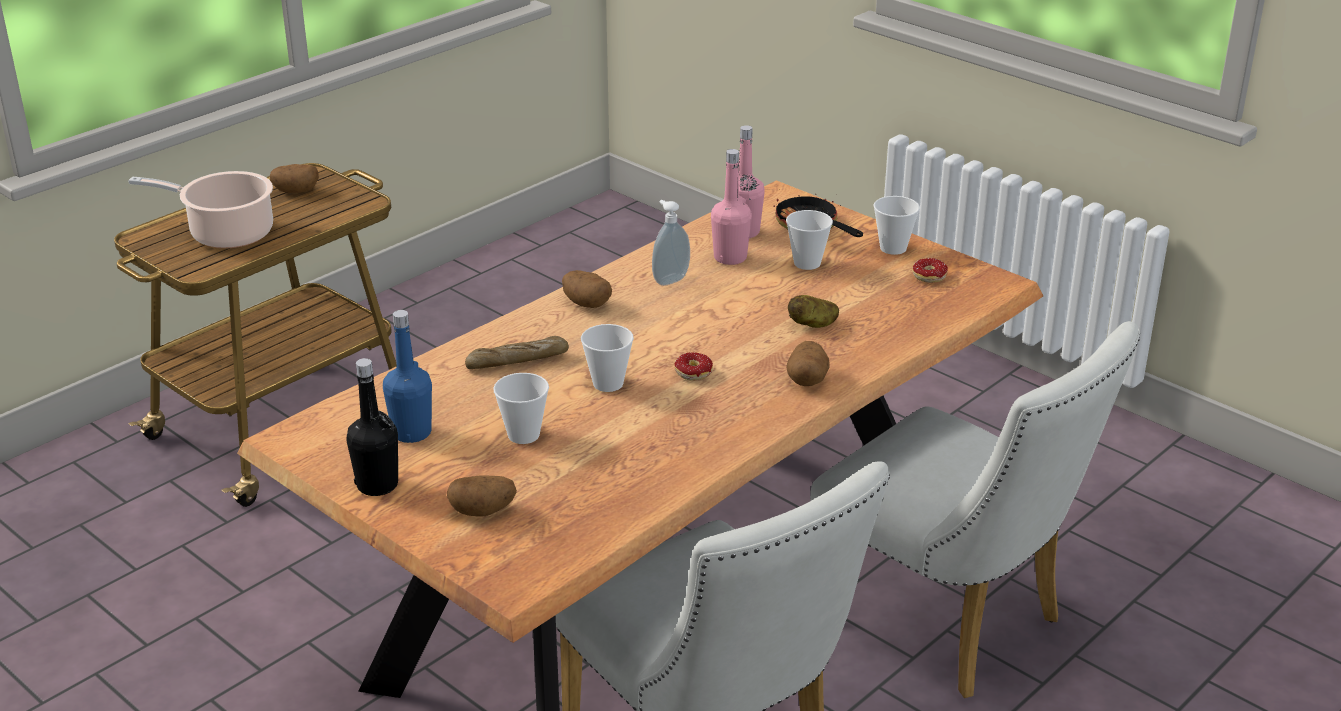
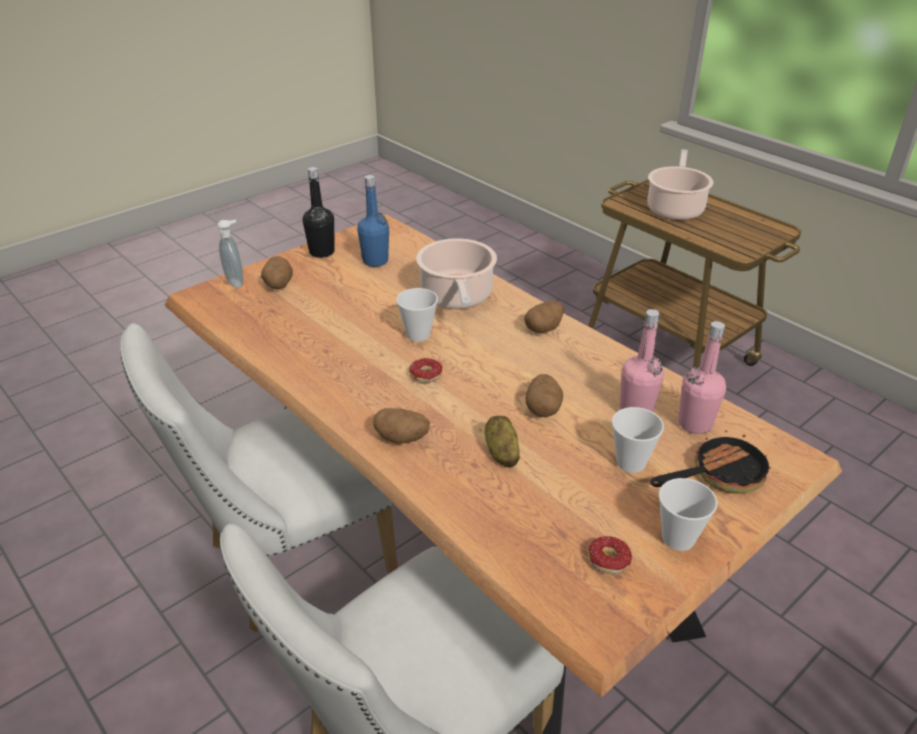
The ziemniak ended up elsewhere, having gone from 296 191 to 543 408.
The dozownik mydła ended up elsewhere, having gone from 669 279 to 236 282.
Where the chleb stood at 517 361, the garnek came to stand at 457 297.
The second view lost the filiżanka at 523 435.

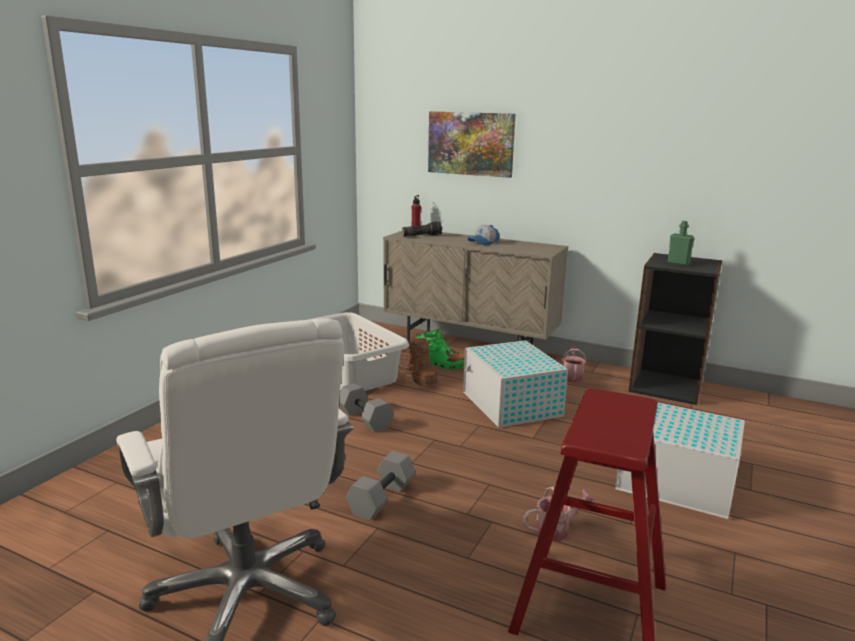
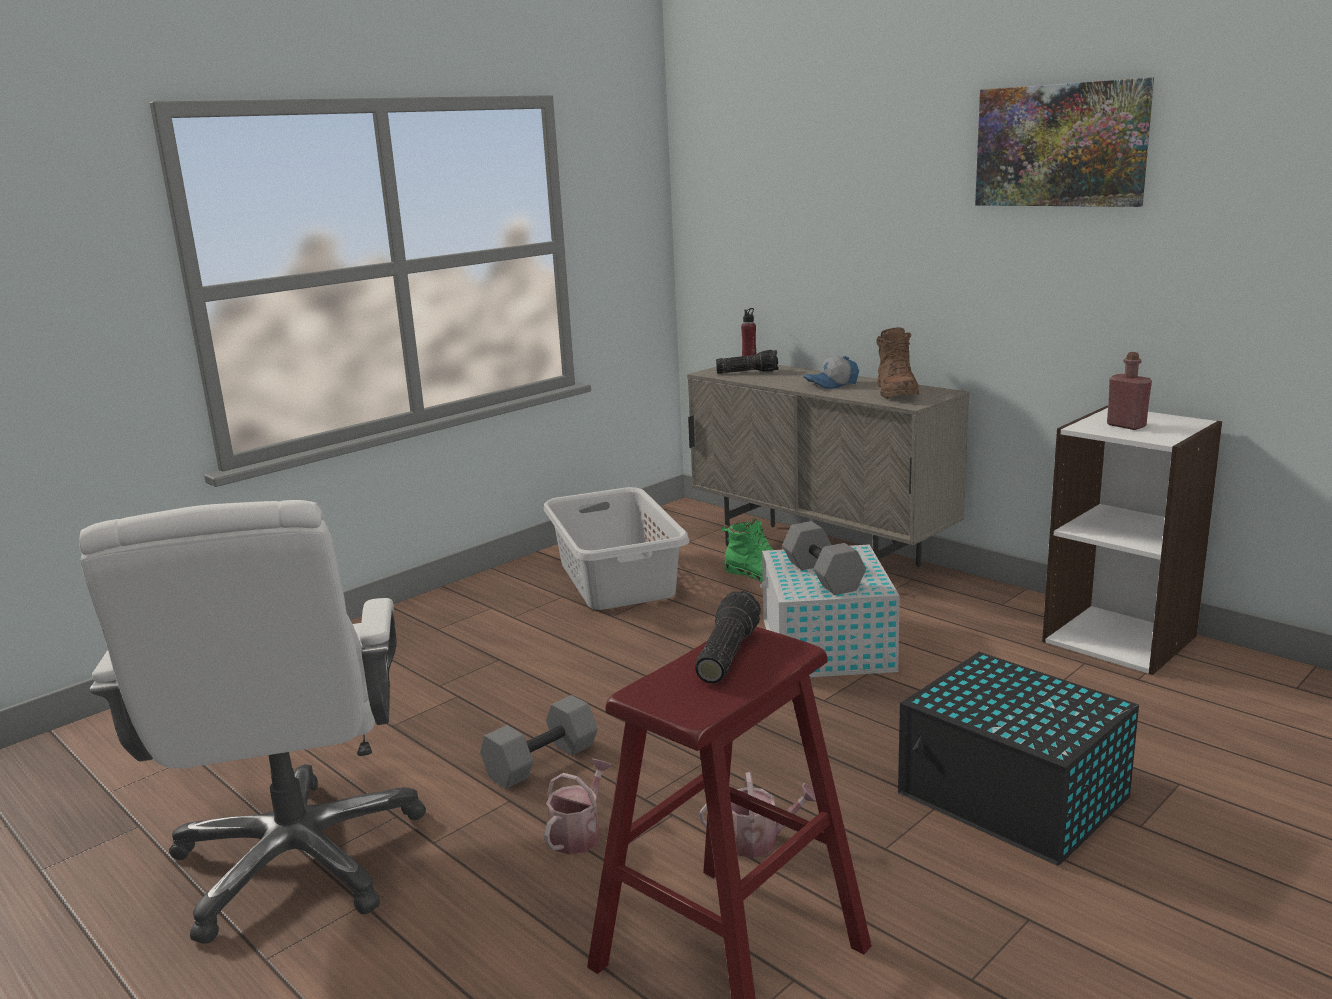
The obraz ended up elsewhere, having gone from 471 143 to 1060 145.
What was the butelka [zielony] at 678 263 turned into the butelka [czerwony] at 1126 426.
What was the regał [czarny] at 666 386 turned into the regał [biały] at 1120 638.
The but z cholewką [brązowy] ended up elsewhere, having gone from 422 377 to 896 392.
The konewka ended up elsewhere, having gone from 572 376 to 579 834.
The hantel [szary] ended up elsewhere, having gone from 363 419 to 821 576.
What was the pojemnik do przechowywania [biały] at 677 482 turned into the pojemnik do przechowywania [czarny] at 1015 797.
The second view gained the latarka at 725 654.

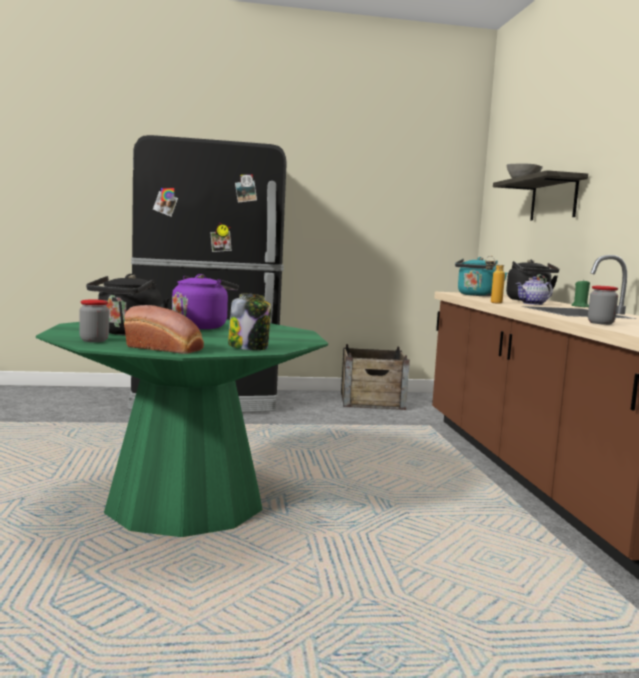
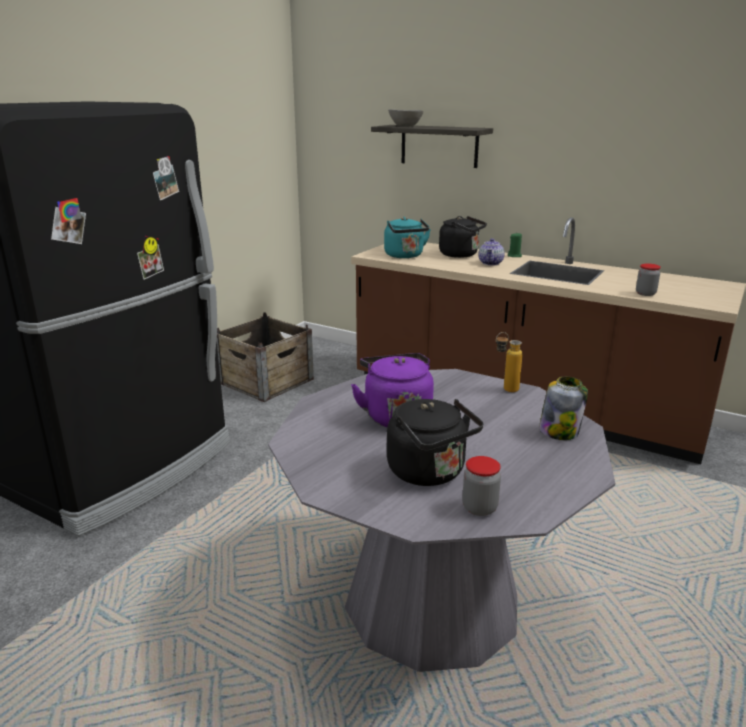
The butelka ended up elsewhere, having gone from 491 302 to 505 390.
The second view lost the chleb at 166 349.
What was the stół jadalny [zielony] at 186 502 turned into the stół jadalny [szary] at 432 602.

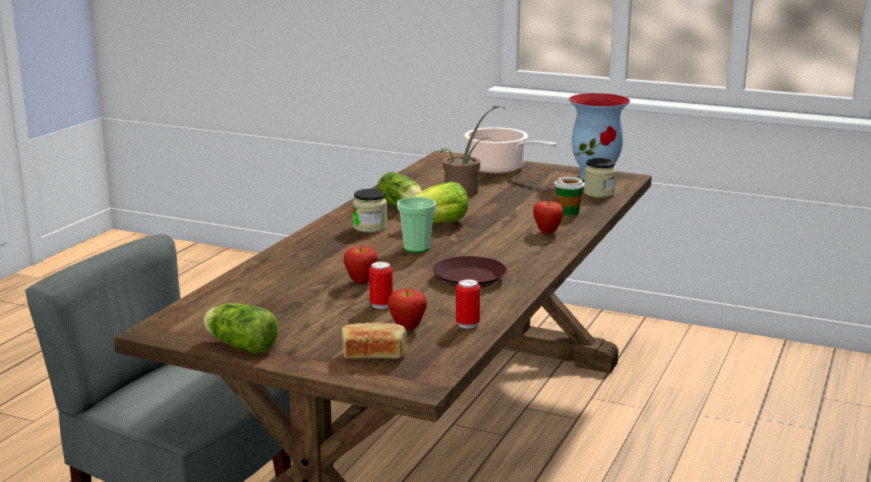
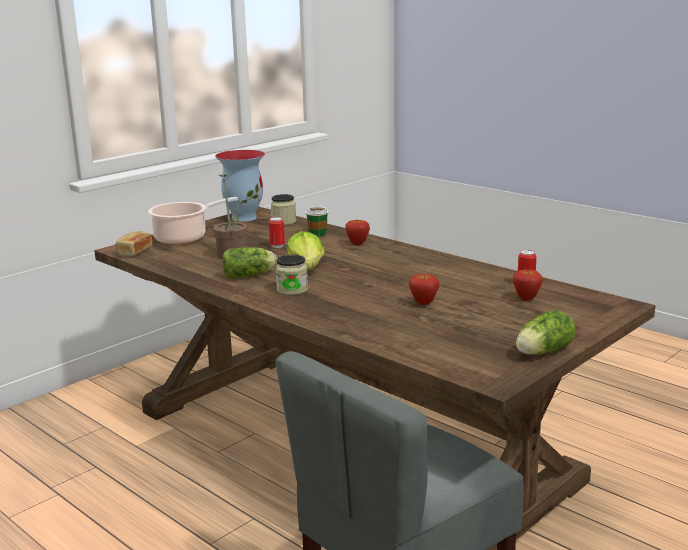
The second view lost the filiżanka at 416 248.
The second view lost the talerz [brązowy] at 470 278.
The puszka ended up elsewhere, having gone from 381 305 to 277 246.
The chleb ended up elsewhere, having gone from 374 354 to 133 252.

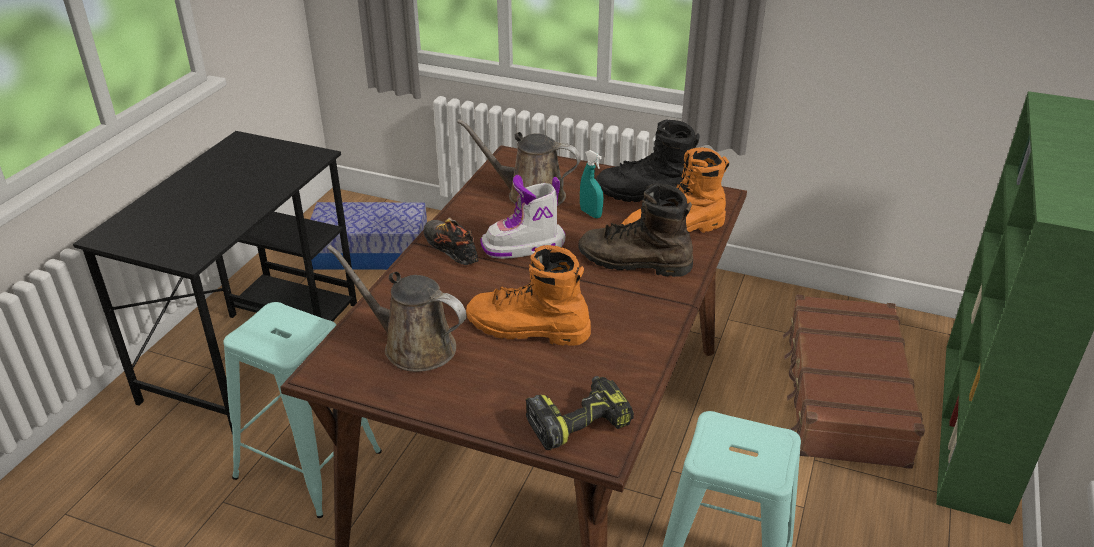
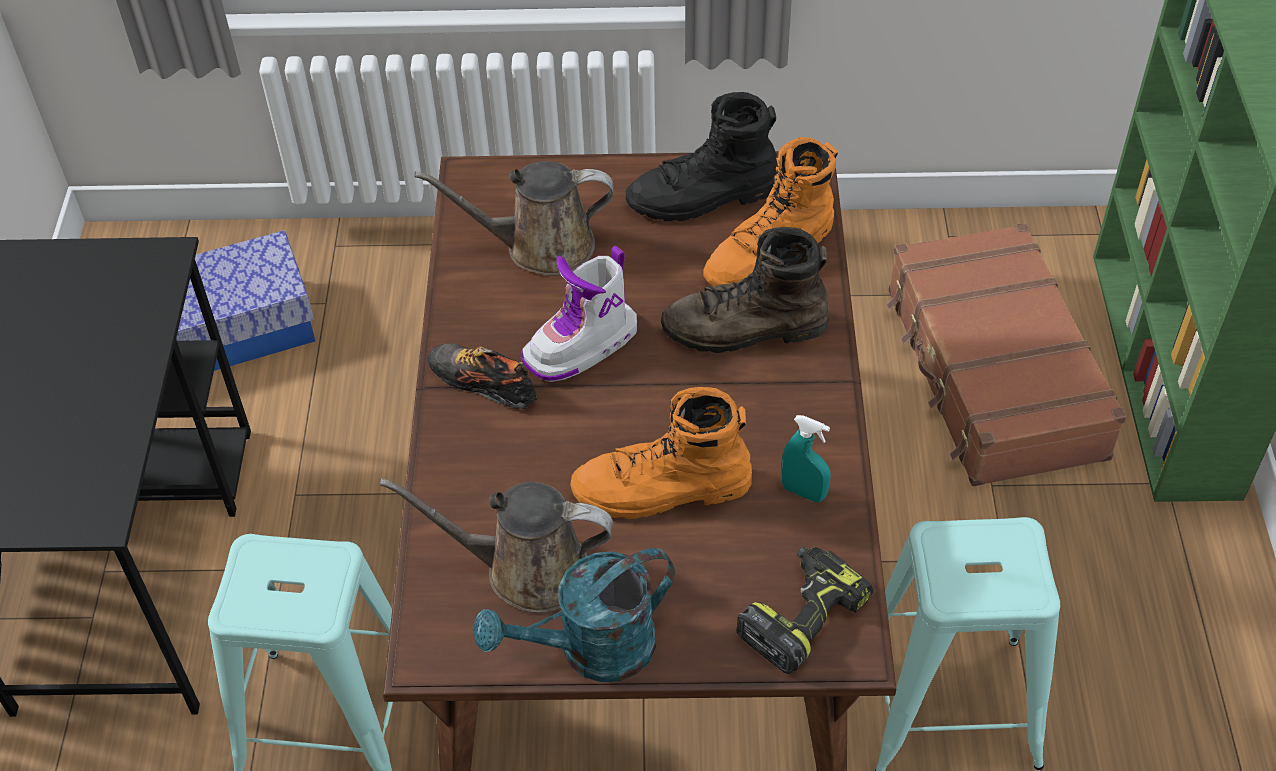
The spryskiwacz [turkusowy] ended up elsewhere, having gone from 590 213 to 803 492.
The second view gained the konewka [turkusowy] at 591 651.

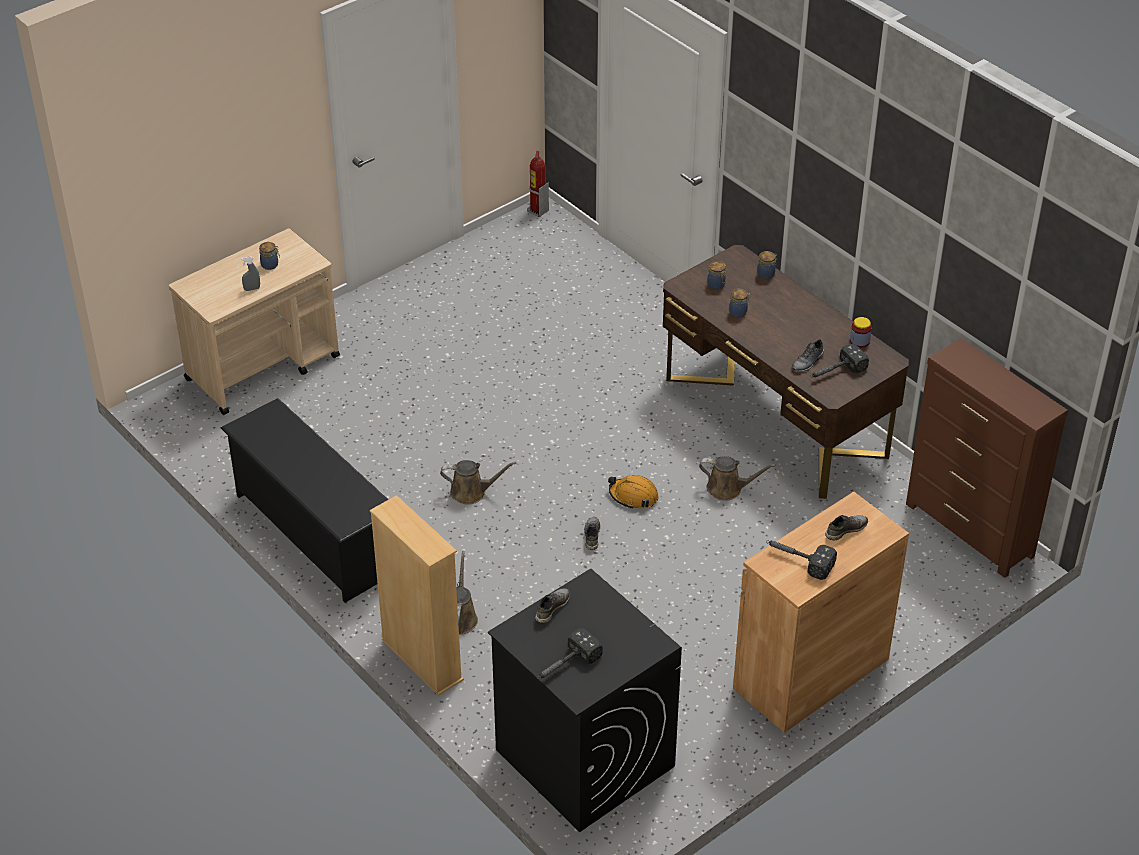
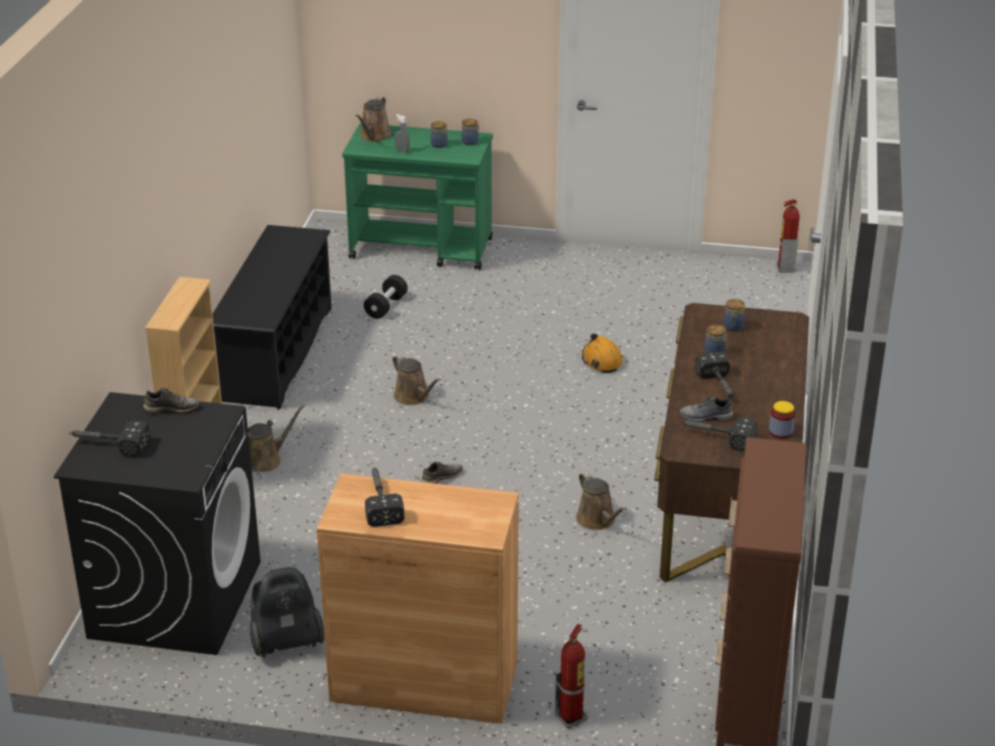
What was the wózek [beżowy] at 264 367 turned into the wózek [zielony] at 422 249.
The słoik ended up elsewhere, having gone from 766 274 to 470 142.
The kask [pomarańczowy] ended up elsewhere, having gone from 633 496 to 601 360.
The second view lost the but [szary] at 845 530.
The second view gained the konewka [brązowy] at 374 136.
The second view gained the hantel [czarny] at 386 306.
The second view gained the młotek at 720 387.
The second view gained the odkurzacz at 286 643.
The second view gained the gaśnica at 571 717.

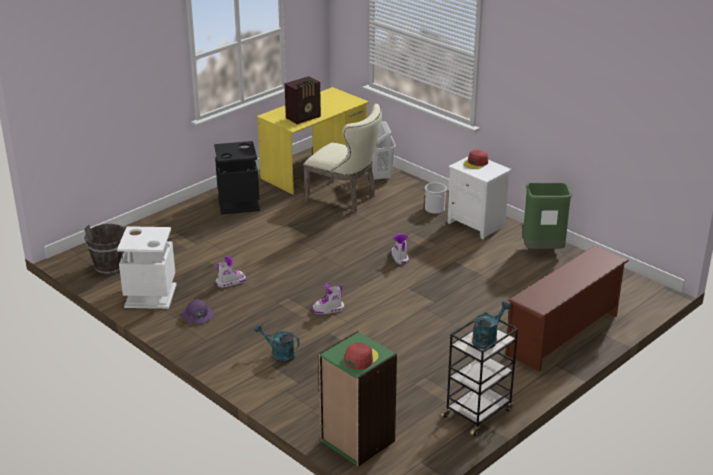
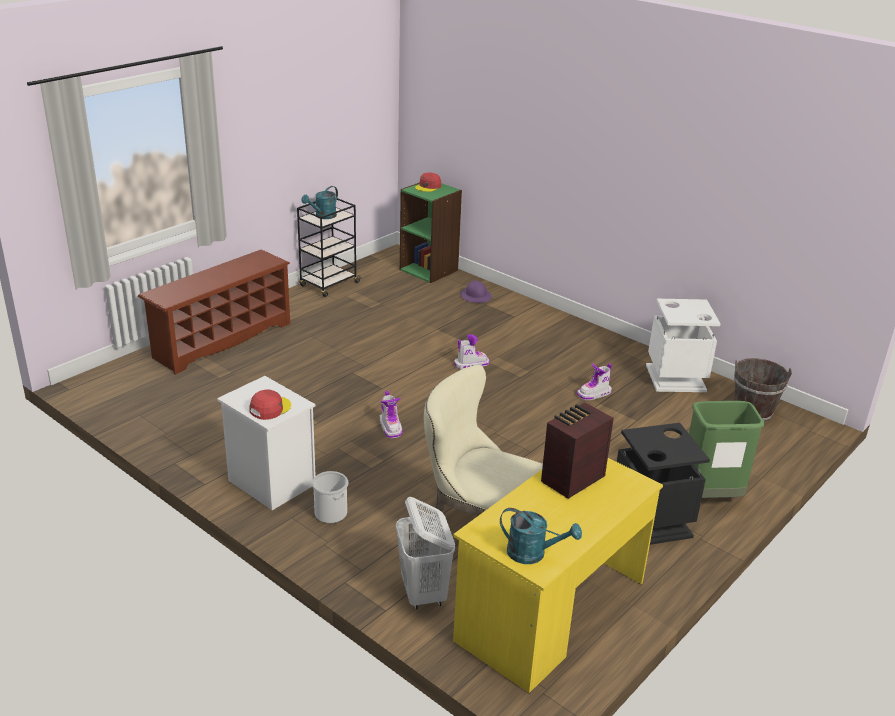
The kosz na śmieci [zielony] ended up elsewhere, having gone from 542 250 to 709 497.
The kask [fioletowy] ended up elsewhere, having gone from 197 315 to 476 296.
The konewka [turkusowy] ended up elsewhere, having gone from 279 355 to 533 554.

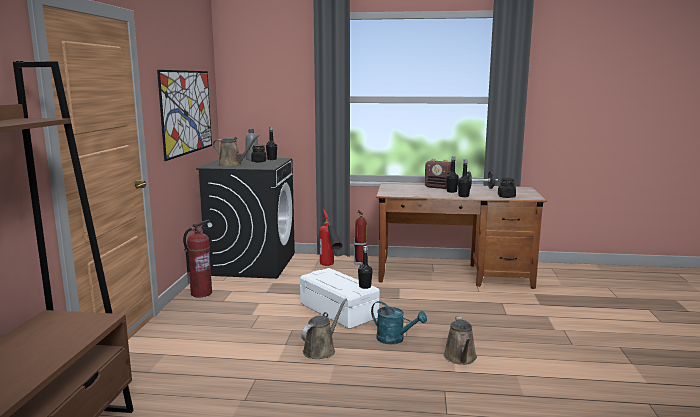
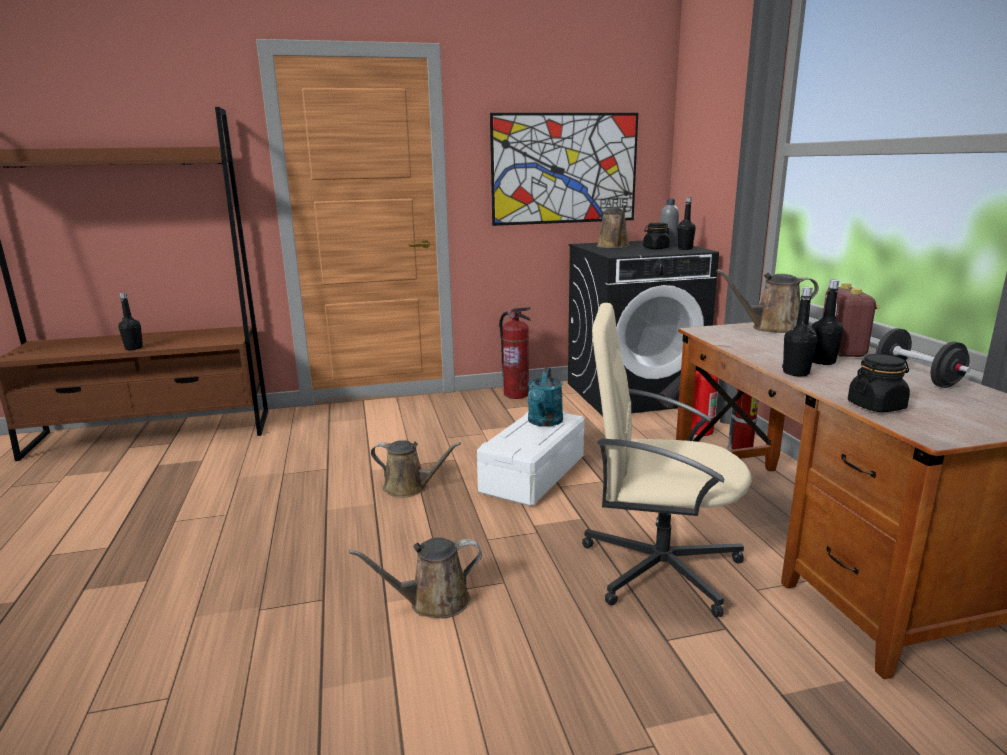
The butelka [czarny] ended up elsewhere, having gone from 365 286 to 134 348.
The konewka [turkusowy] ended up elsewhere, having gone from 395 339 to 544 422.
The second view gained the konewka [brązowy] at 771 328.
The second view gained the krzesło biurowe [beżowy] at 657 567.

